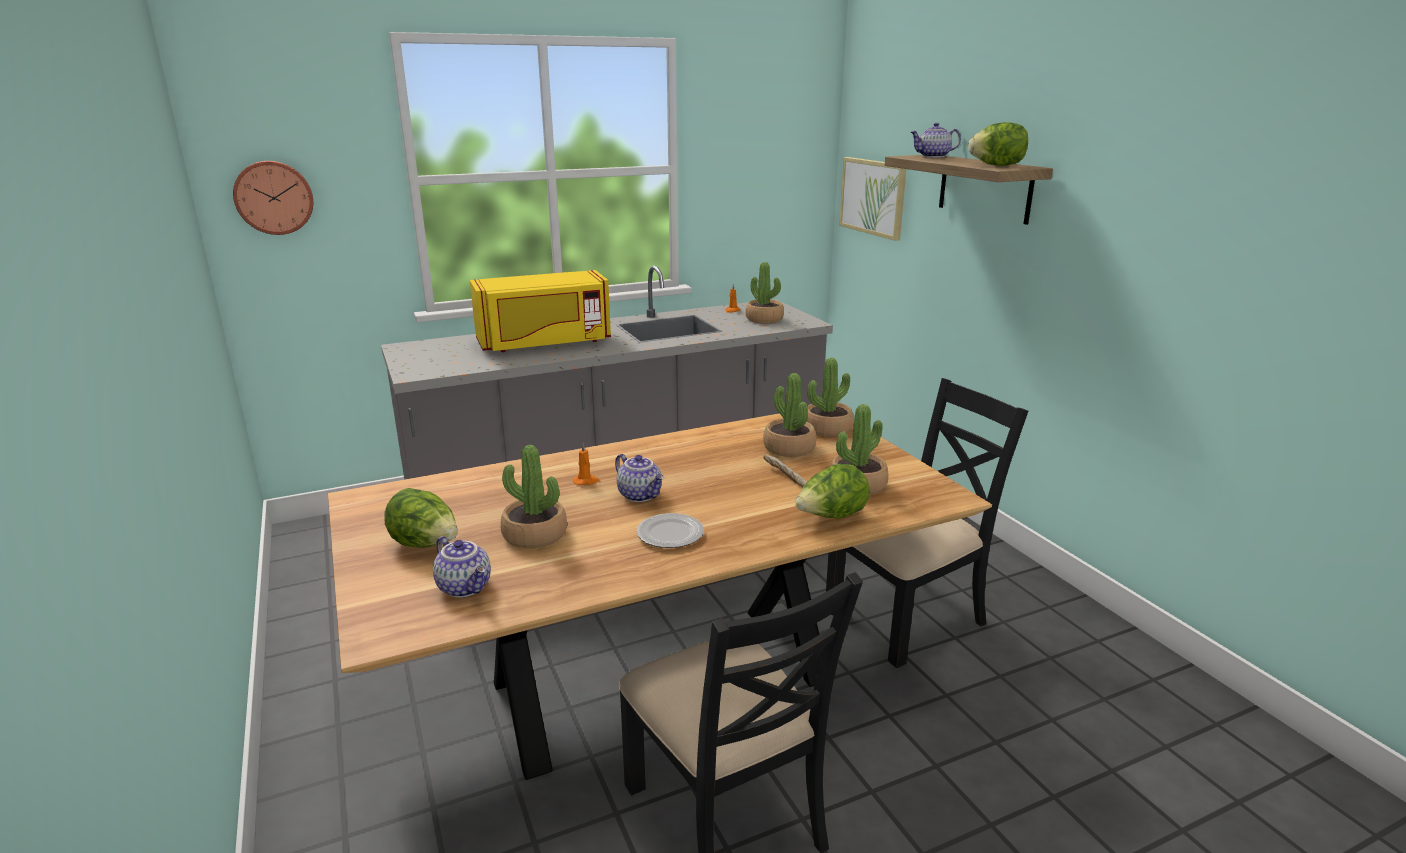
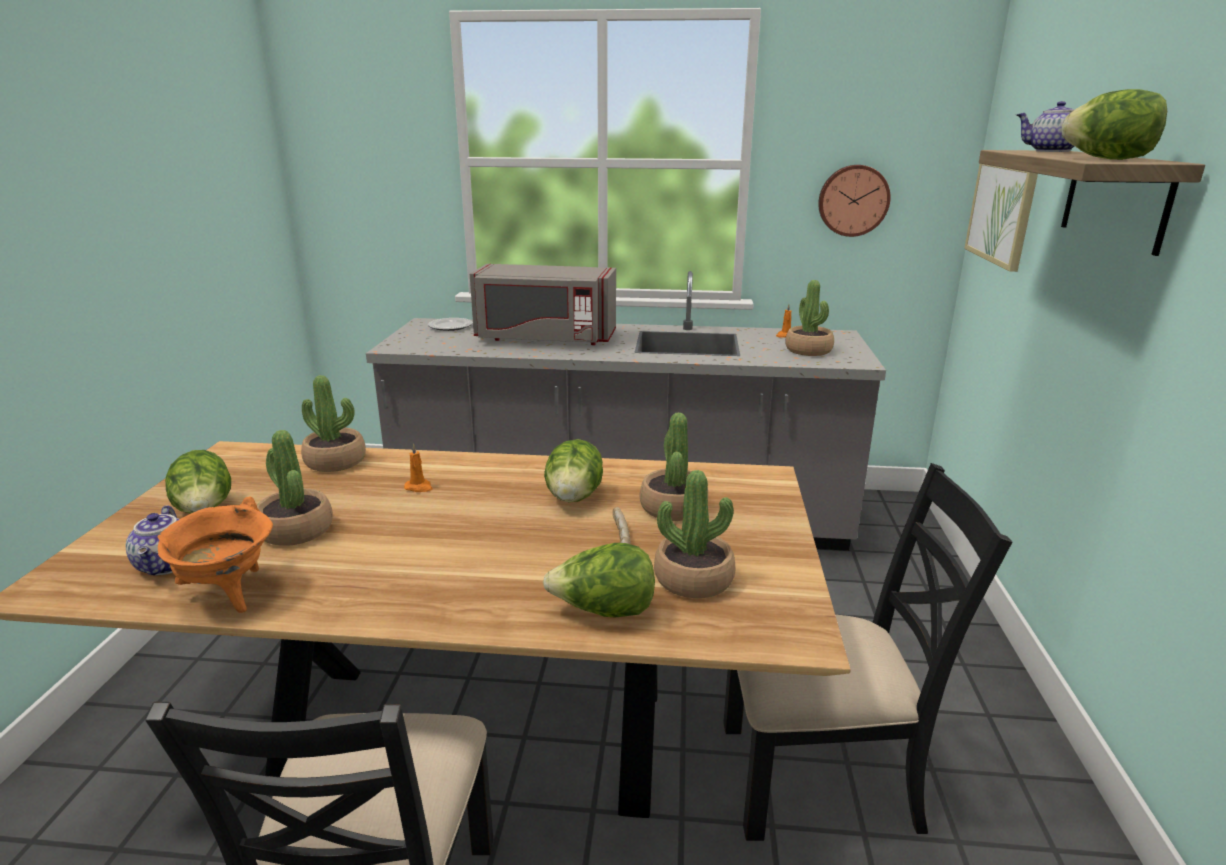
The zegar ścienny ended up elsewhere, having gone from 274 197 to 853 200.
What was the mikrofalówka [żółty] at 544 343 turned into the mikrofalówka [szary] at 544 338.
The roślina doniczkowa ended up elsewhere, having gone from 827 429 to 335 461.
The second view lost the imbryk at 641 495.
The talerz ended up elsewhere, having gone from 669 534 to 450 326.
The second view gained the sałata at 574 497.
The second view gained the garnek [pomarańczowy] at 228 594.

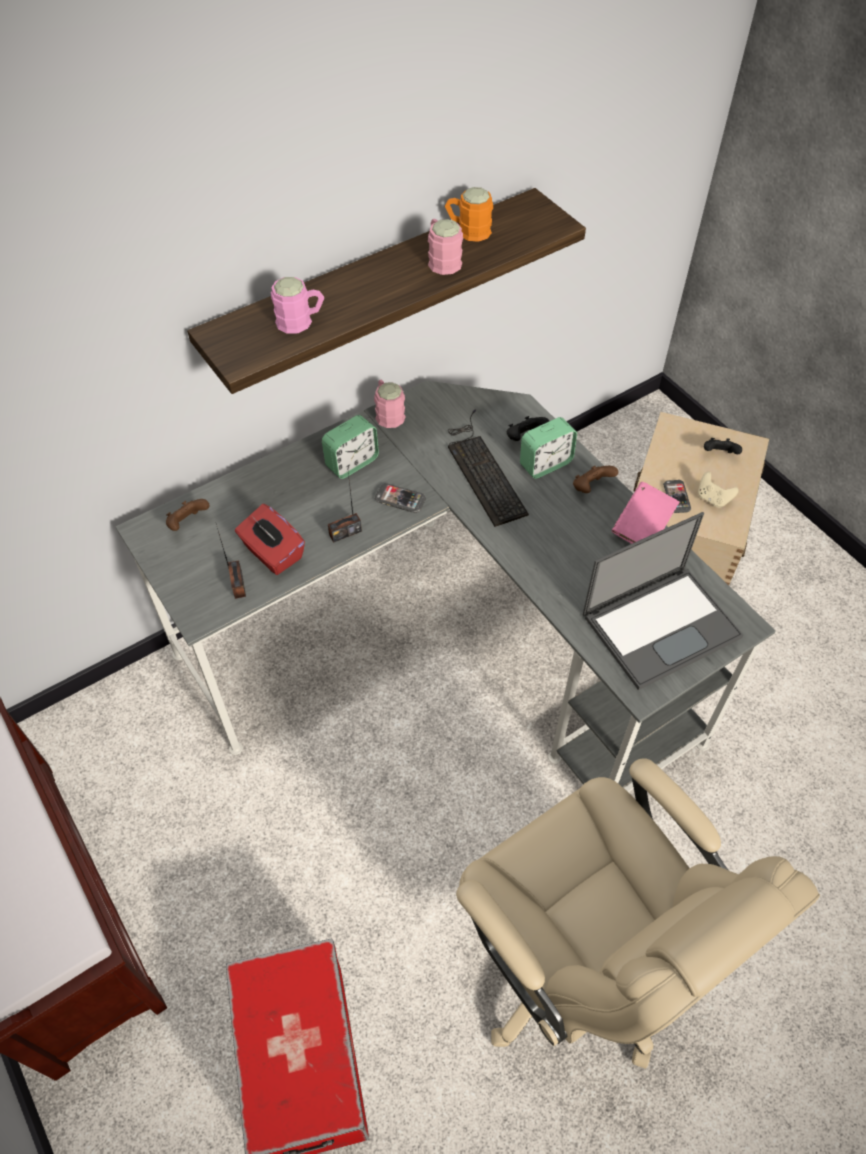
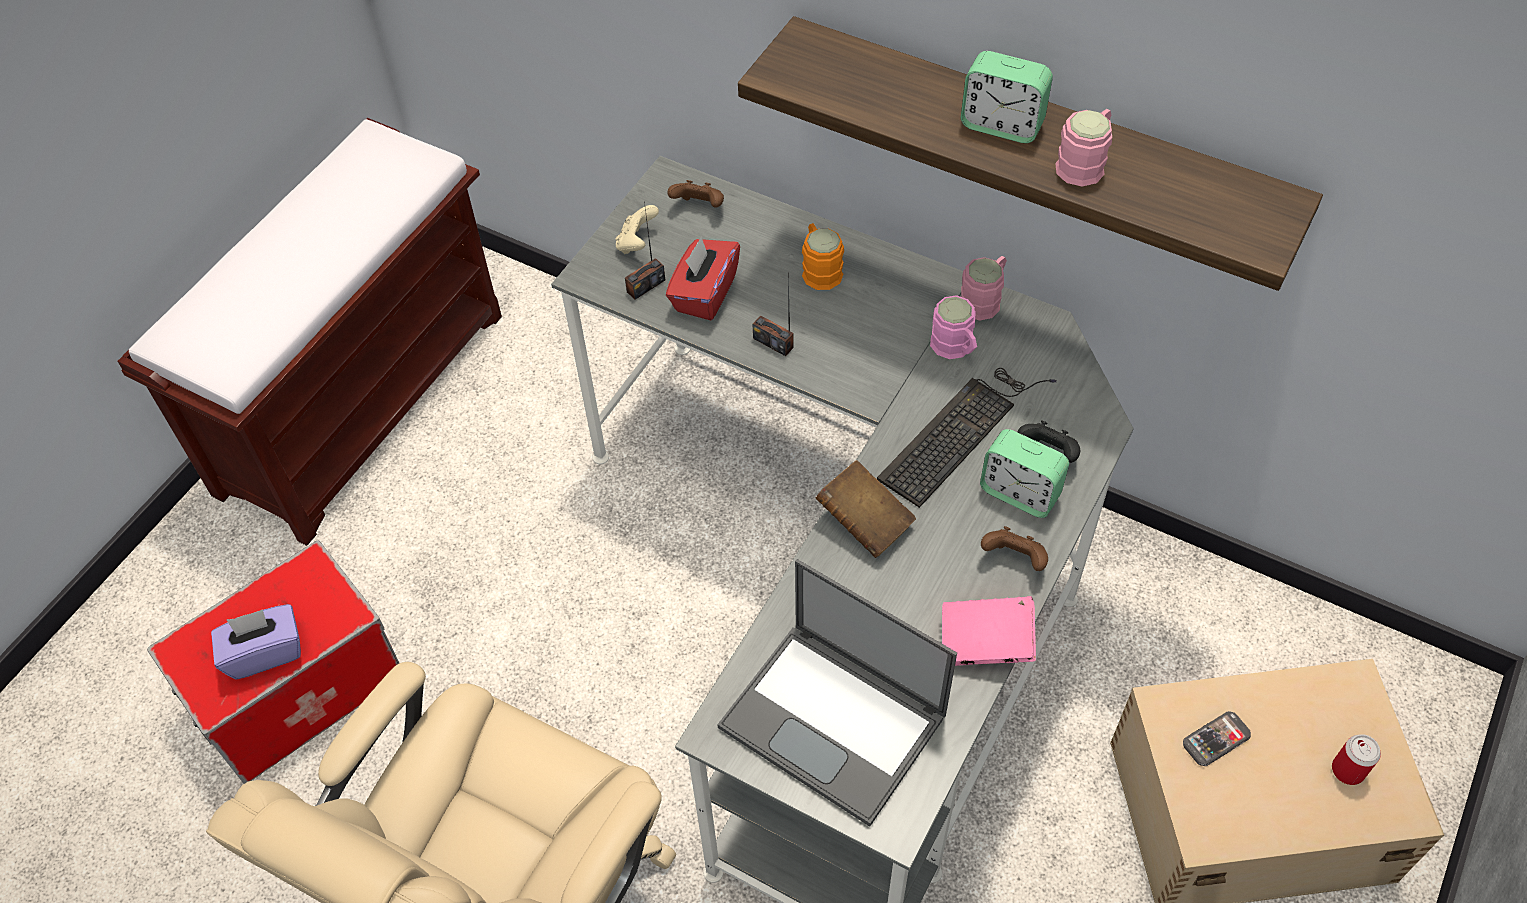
The kubek [pomarańczowy] ended up elsewhere, having gone from 468 230 to 819 269.
The kubek [różowy] ended up elsewhere, having gone from 301 321 to 955 348.
The budzik ended up elsewhere, having gone from 352 463 to 1002 125.
Where the pad do gier [czarny] stood at 719 454, the puszka came to stand at 1348 770.
The pad do gier [beżowy] ended up elsewhere, having gone from 713 498 to 637 243.
The second view lost the telefon at 400 499.
The second view gained the książka [brązowy] at 864 521.
The second view gained the pudełko chusteczek [fioletowy] at 265 652.

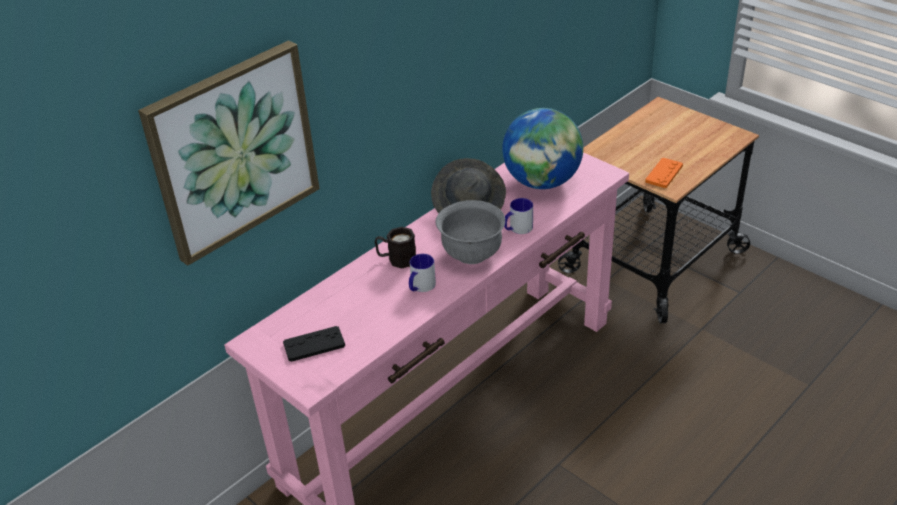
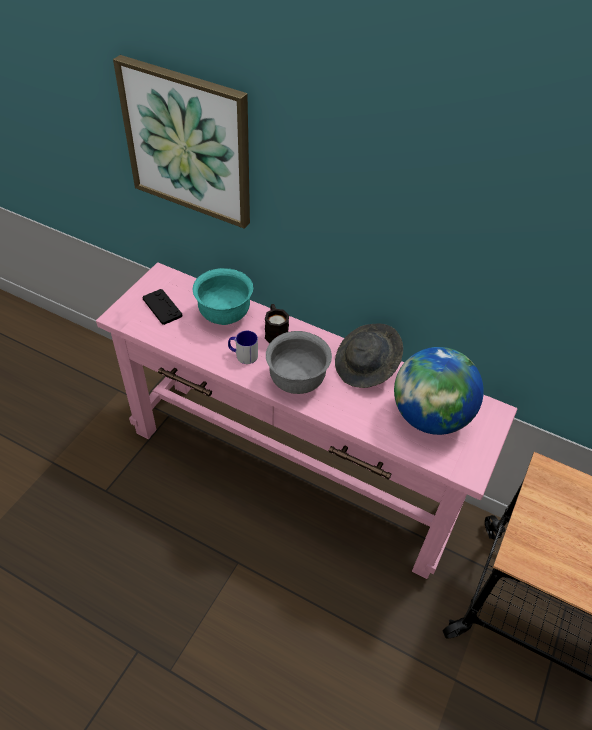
The second view lost the pad do gier [pomarańczowy] at 664 174.
The second view lost the kubek at 517 229.
The second view gained the miska [turkusowy] at 224 315.

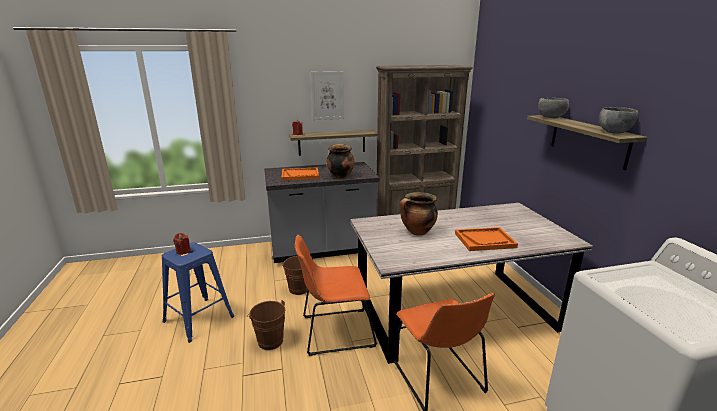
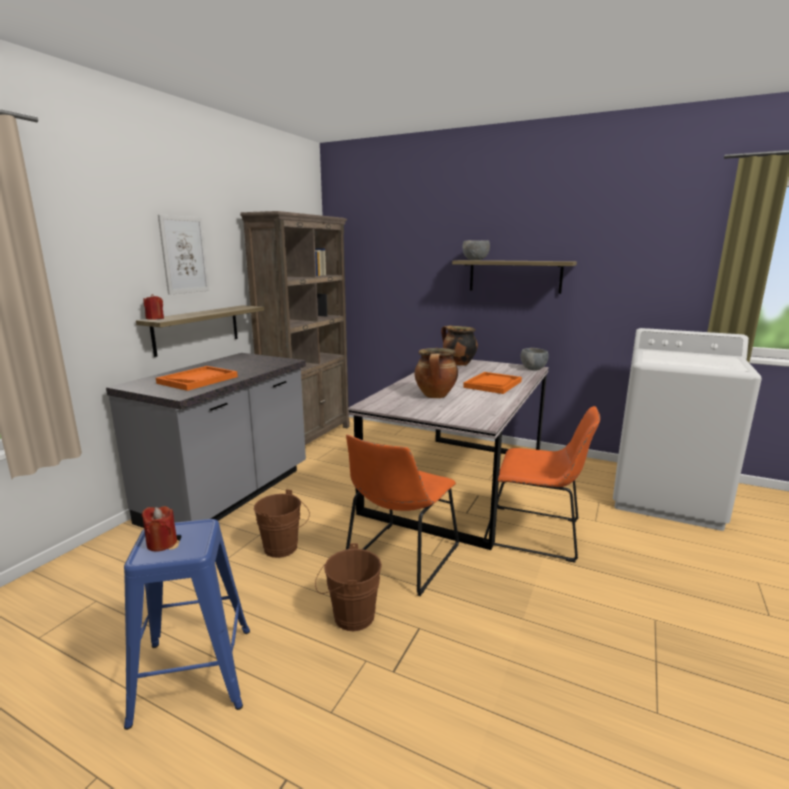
The miska [szary] ended up elsewhere, having gone from 613 132 to 533 369.
The garnek ended up elsewhere, having gone from 340 176 to 458 363.

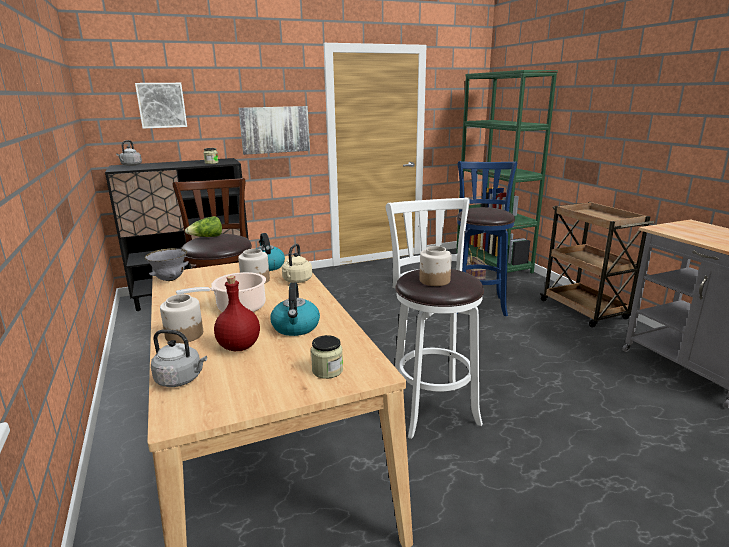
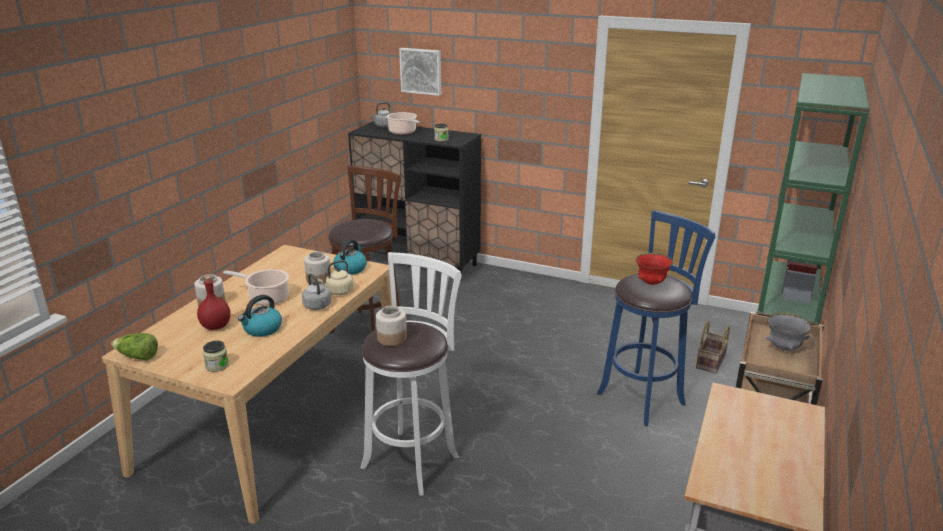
The second view lost the obraz at 275 129.
The sałata ended up elsewhere, having gone from 206 237 to 137 357.
The miska [szary] ended up elsewhere, having gone from 170 279 to 784 348.
The czajnik [szary] ended up elsewhere, having gone from 181 379 to 318 306.
The second view gained the garnek at 403 132.
The second view gained the miska [czerwony] at 651 283.

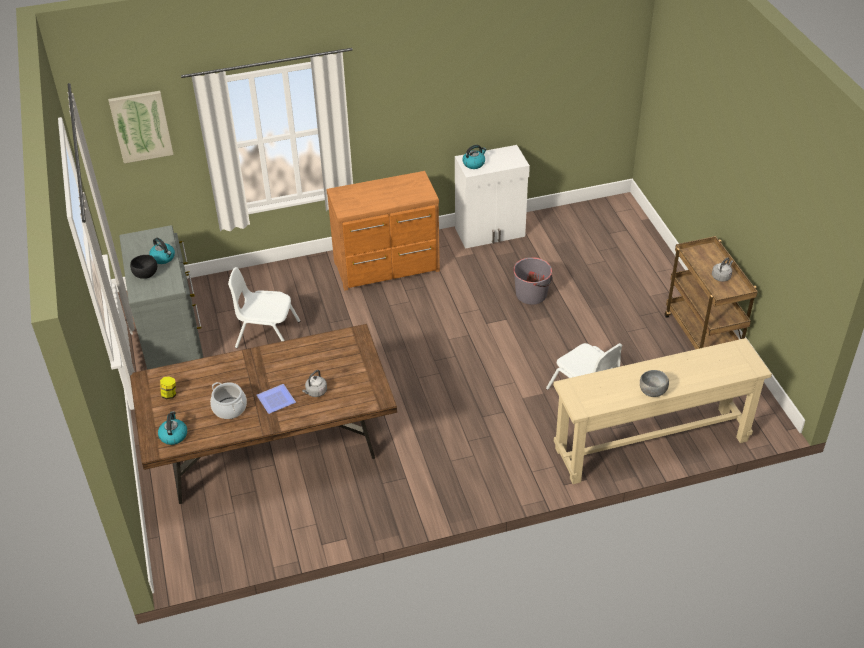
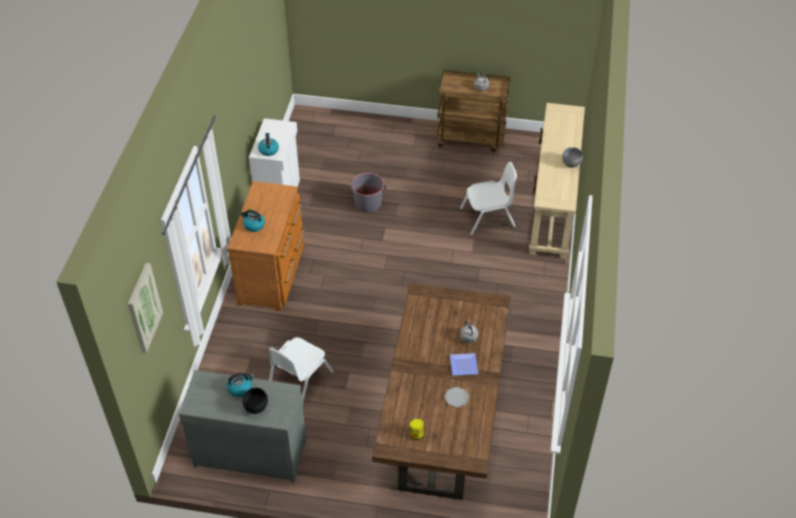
Where the garnek stood at 229 408, the talerz came to stand at 456 398.
The czajnik ended up elsewhere, having gone from 173 435 to 253 225.

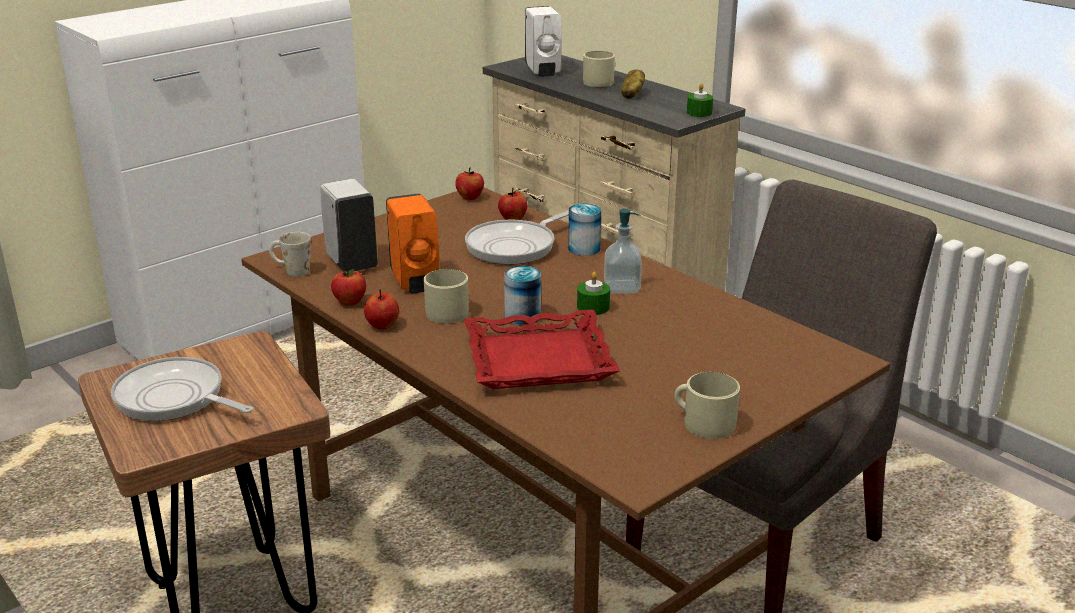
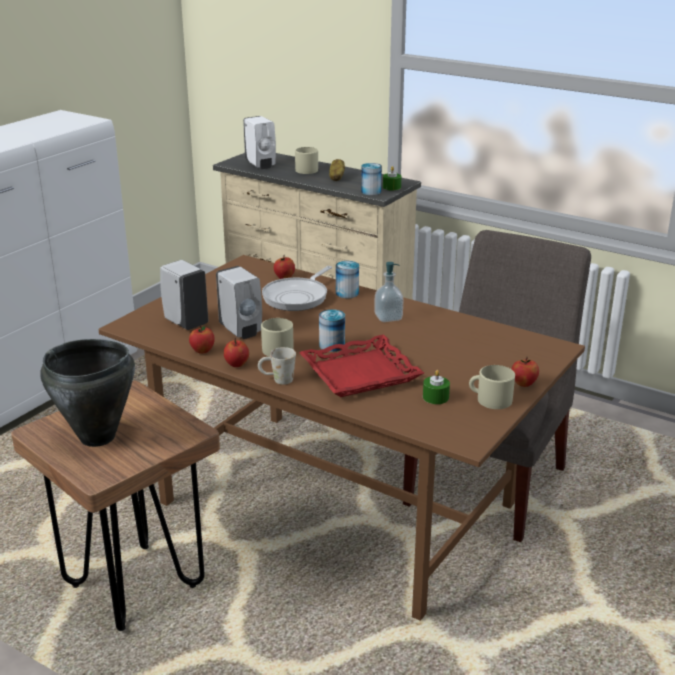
The jabłko ended up elsewhere, having gone from 470 198 to 523 384.
What was the dozownik mydła [pomarańczowy] at 415 282 turned into the dozownik mydła [biały] at 241 331.
The kubek [biały] ended up elsewhere, having gone from 291 270 to 277 380.
The świeca [zielony] ended up elsewhere, having gone from 593 307 to 435 397.
Where the patelnia stood at 174 398, the garnek [czarny] came to stand at 97 437.
The second view gained the puszka at 371 192.

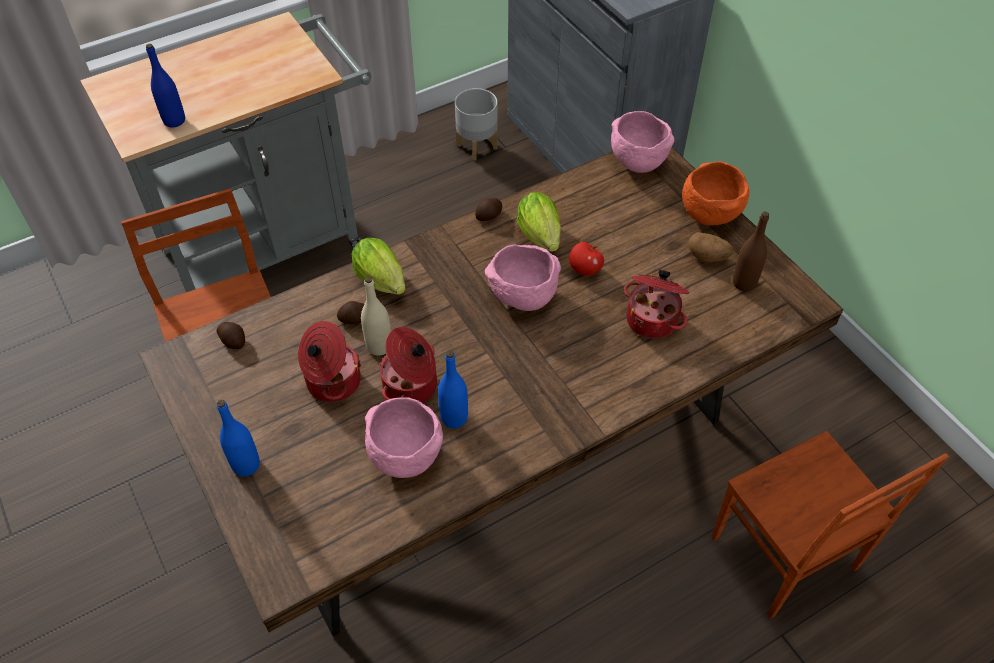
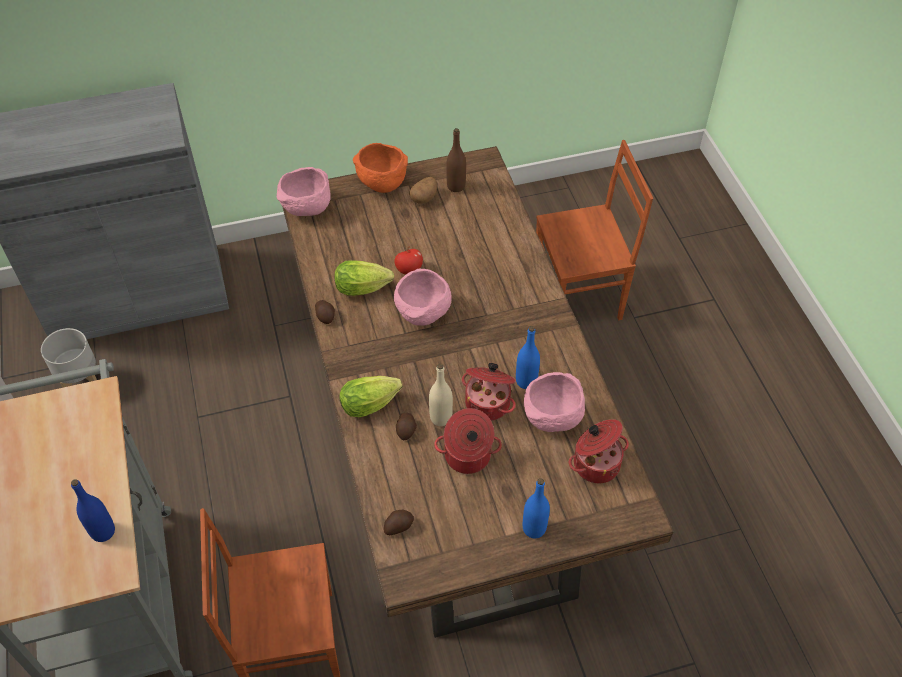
The garnek ended up elsewhere, having gone from 653 319 to 595 463.

